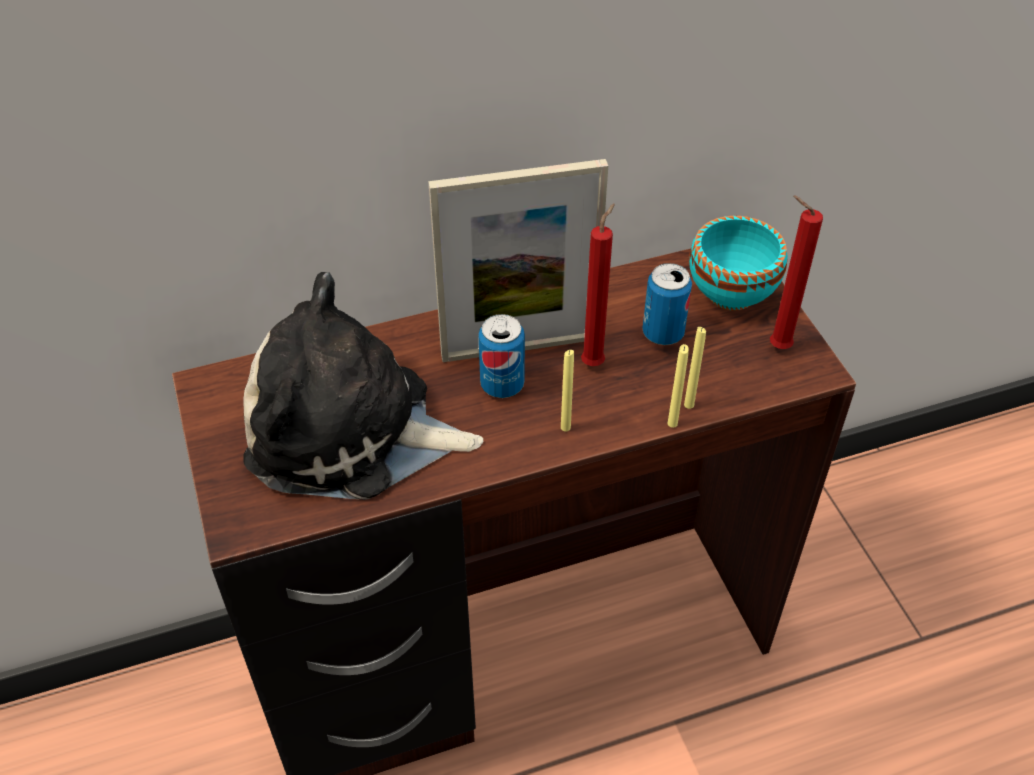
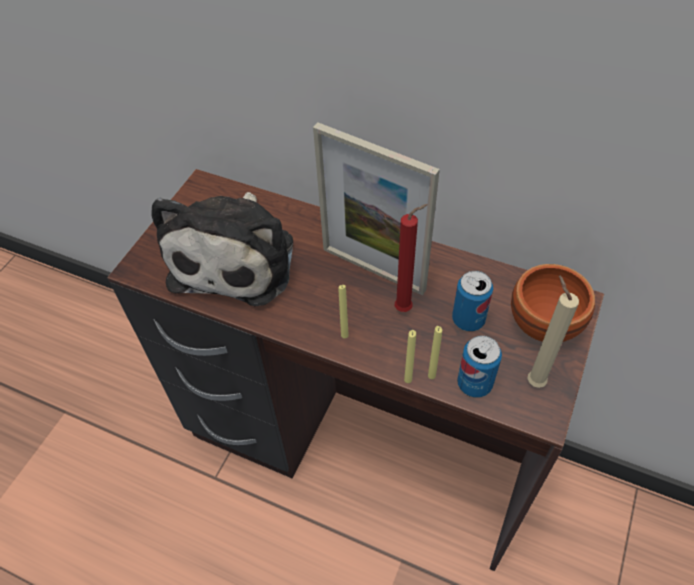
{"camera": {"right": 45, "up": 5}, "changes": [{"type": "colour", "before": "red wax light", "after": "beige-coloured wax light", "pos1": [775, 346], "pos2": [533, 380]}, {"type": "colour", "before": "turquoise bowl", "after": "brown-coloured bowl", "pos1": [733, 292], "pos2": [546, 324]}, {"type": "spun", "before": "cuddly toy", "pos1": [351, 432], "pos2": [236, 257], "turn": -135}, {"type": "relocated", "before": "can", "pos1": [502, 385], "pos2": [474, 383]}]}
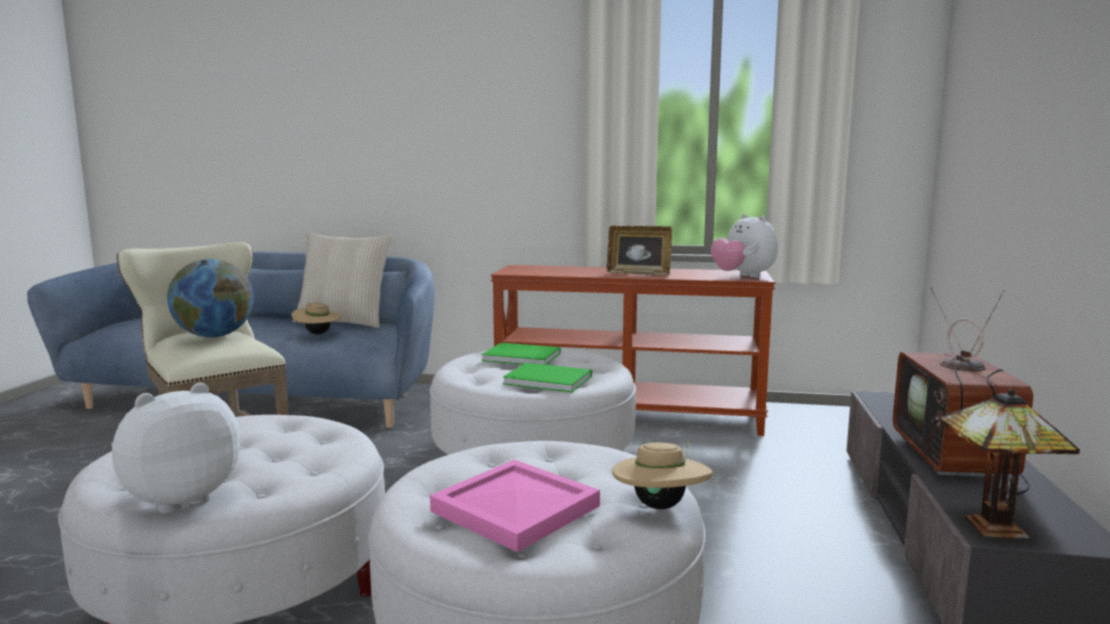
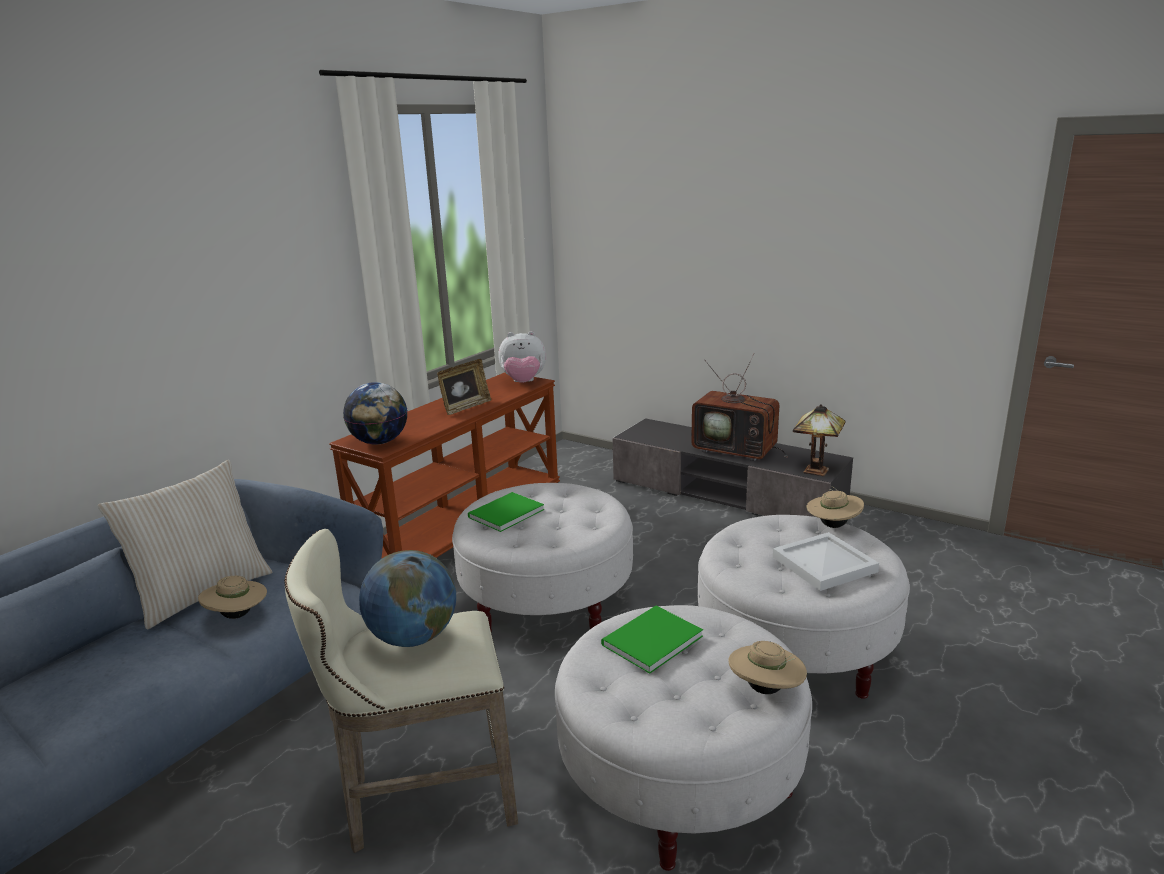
{"camera": {"right": -65, "up": 10}, "changes": [{"type": "relocated", "before": "greenish book", "pos1": [546, 379], "pos2": [649, 641]}, {"type": "exchanged", "before": "cuddly toy", "after": "beige-coloured clothing hat", "pos1": [179, 499], "pos2": [766, 689]}, {"type": "colour", "before": "pink-coloured tray", "after": "white tray", "pos1": [518, 508], "pos2": [824, 563]}, {"type": "appeared", "after": "globe", "pos2": [379, 442]}]}
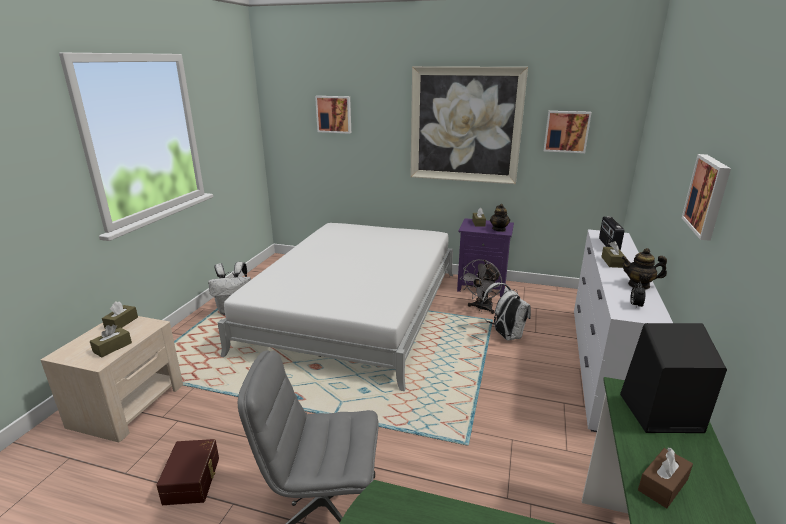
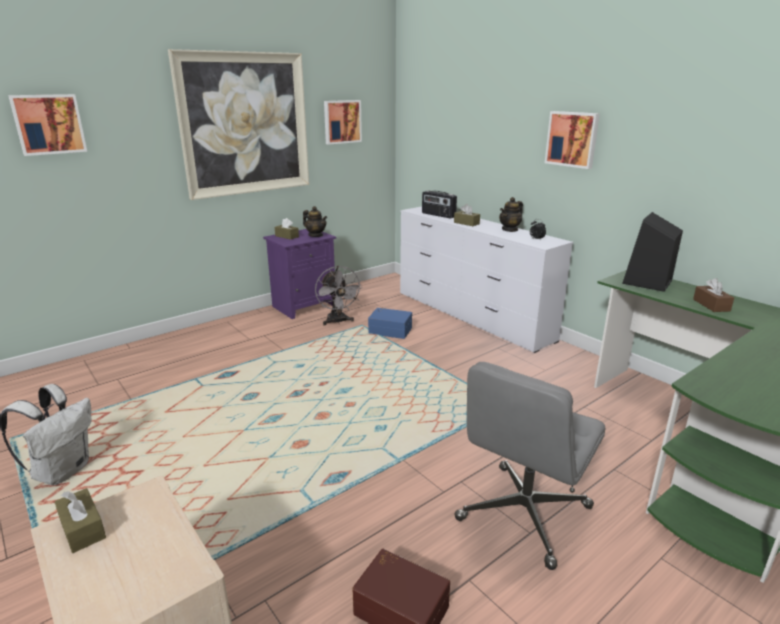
{"camera": {"right": -55, "up": 0}, "changes": [{"type": "missing", "before": "white bedroom bed", "pos1": [355, 309]}, {"type": "exchanged", "before": "white rucksack", "after": "bluish storage box", "pos1": [505, 335], "pos2": [390, 330]}, {"type": "missing", "before": "brown-coloured box of tissues", "pos1": [112, 347]}]}
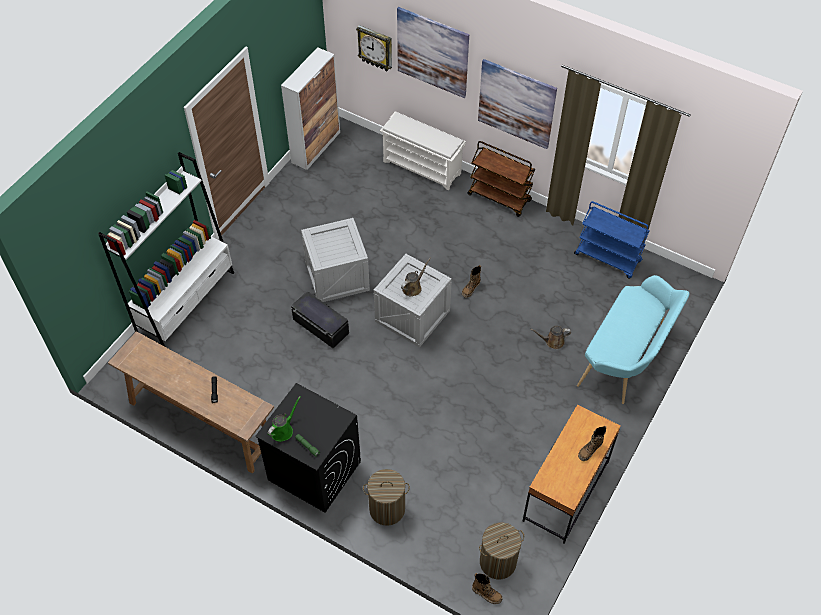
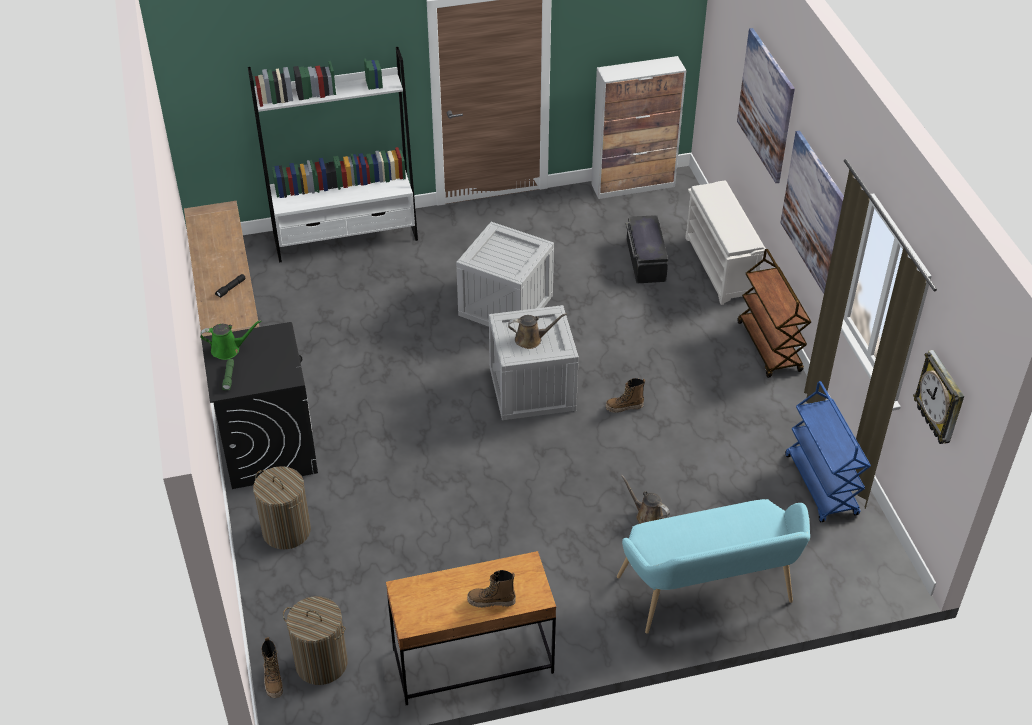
{"camera": {"right": 45, "up": -10}, "changes": [{"type": "relocated", "before": "wall clock", "pos1": [375, 48], "pos2": [941, 399]}, {"type": "relocated", "before": "blackish storage box", "pos1": [320, 327], "pos2": [645, 260]}]}
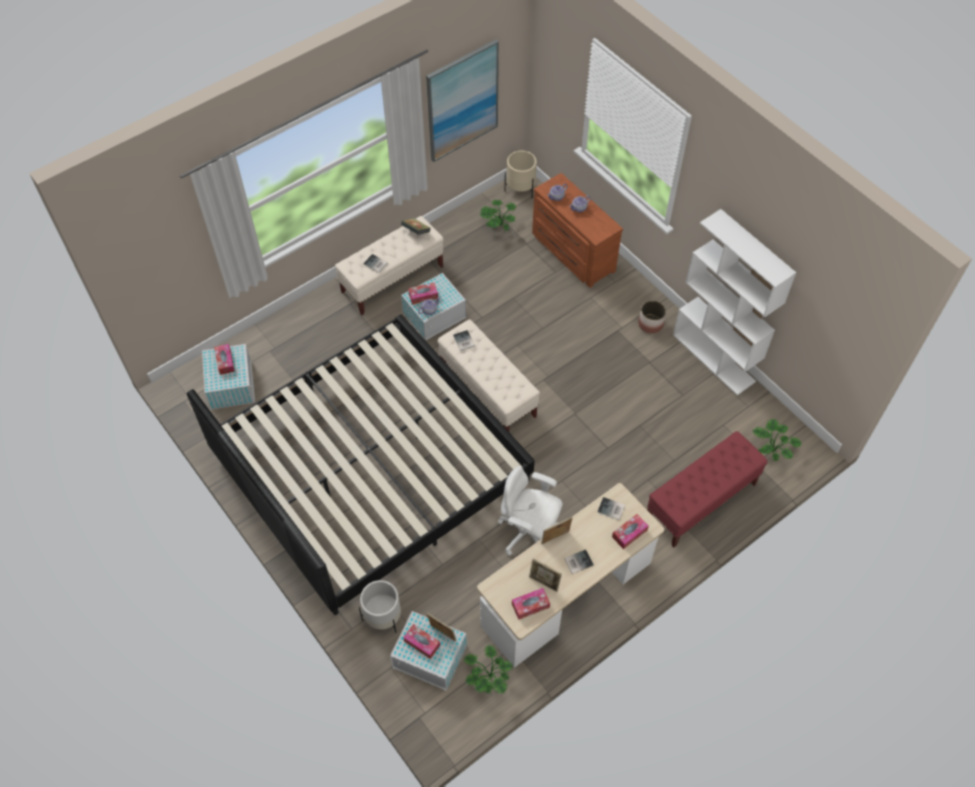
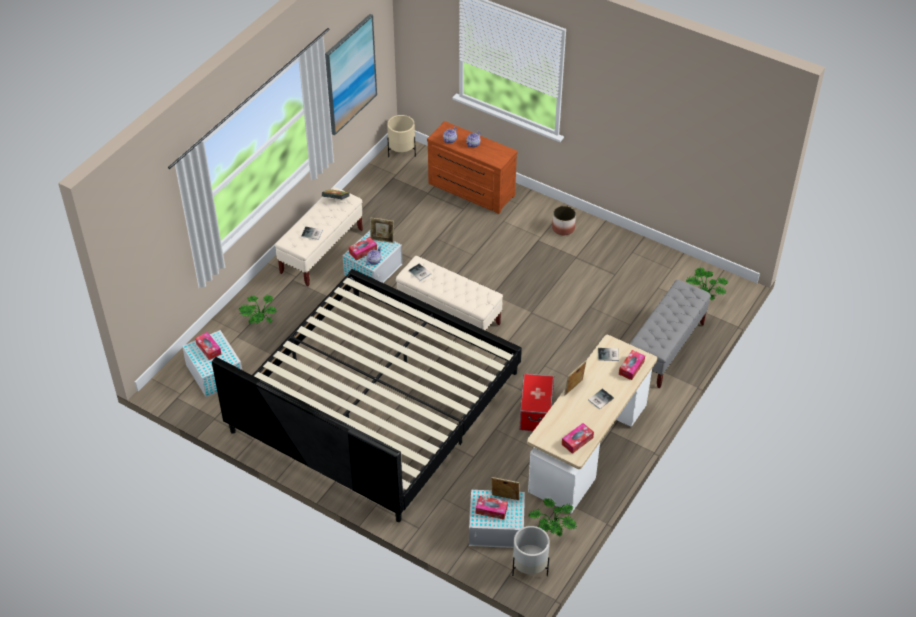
{"camera": {"right": -20, "up": -10}, "changes": [{"type": "relocated", "before": "houseplant", "pos1": [498, 225], "pos2": [259, 320]}, {"type": "missing", "before": "white bookcase", "pos1": [714, 358]}, {"type": "colour", "before": "red bench", "after": "grey bench", "pos1": [700, 501], "pos2": [665, 348]}, {"type": "exchanged", "before": "white computer chair", "after": "storage box", "pos1": [528, 533], "pos2": [535, 412]}, {"type": "relocated", "before": "standing frame", "pos1": [544, 583], "pos2": [382, 240]}, {"type": "relocated", "before": "white plant pot", "pos1": [383, 617], "pos2": [529, 567]}]}
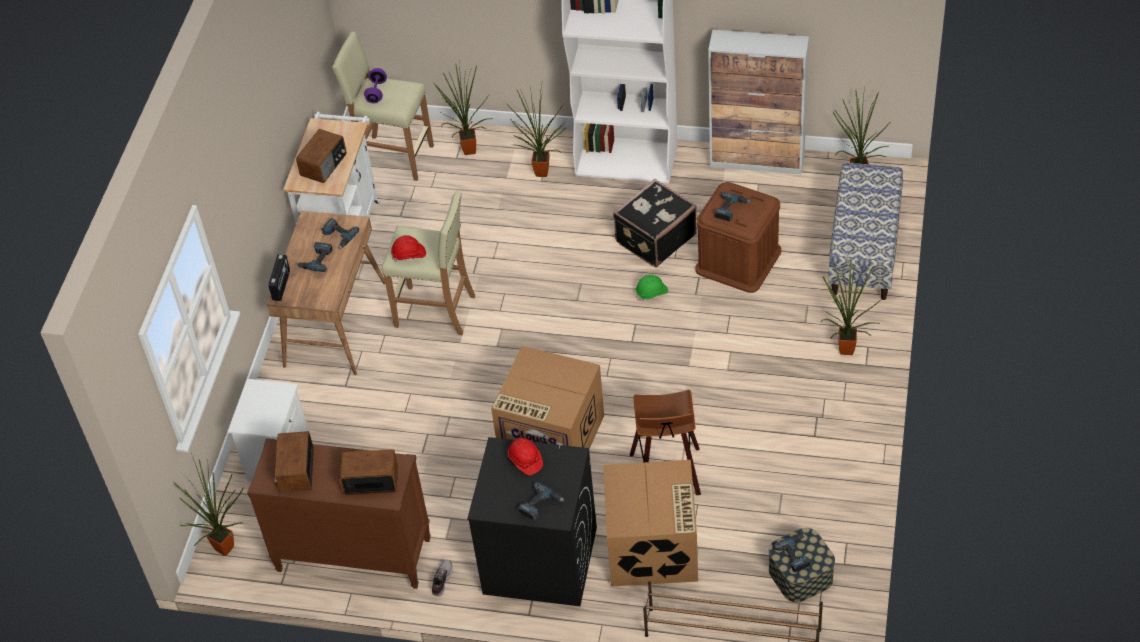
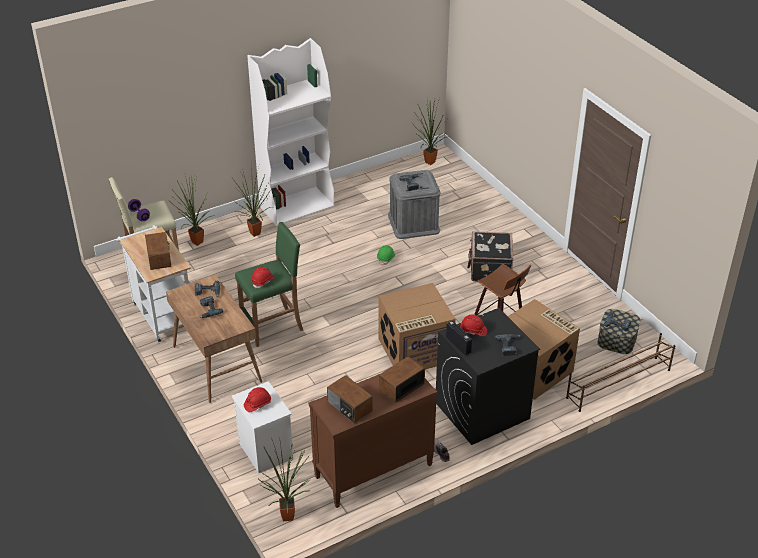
{"camera": {"right": -45, "up": -10}, "changes": [{"type": "missing", "before": "cupboard", "pos1": [757, 160]}, {"type": "missing", "before": "bench", "pos1": [864, 252]}, {"type": "relocated", "before": "blackish suitcase", "pos1": [654, 238], "pos2": [489, 269]}, {"type": "colour", "before": "brown-coloured storage box", "after": "grey storage box", "pos1": [738, 260], "pos2": [413, 223]}, {"type": "colour", "before": "beige-coloured stool seat", "after": "greenish stool seat", "pos1": [436, 311], "pos2": [273, 326]}, {"type": "relocated", "before": "radio receiver", "pos1": [282, 285], "pos2": [458, 345]}, {"type": "missing", "before": "houseplant", "pos1": [843, 349]}, {"type": "appeared", "after": "red hard hat", "pos2": [257, 404]}]}
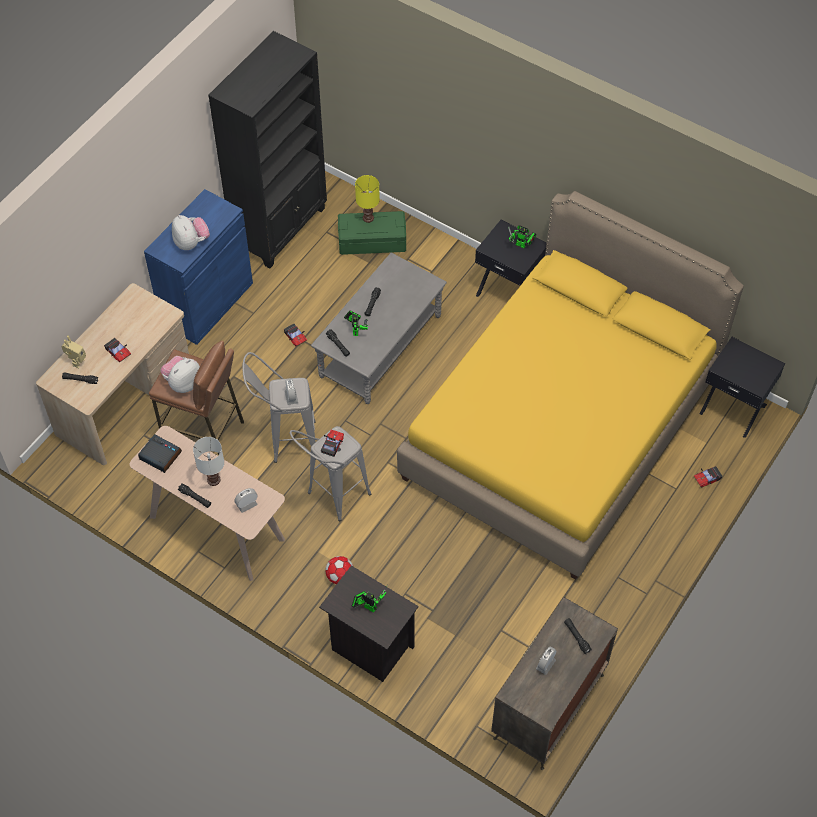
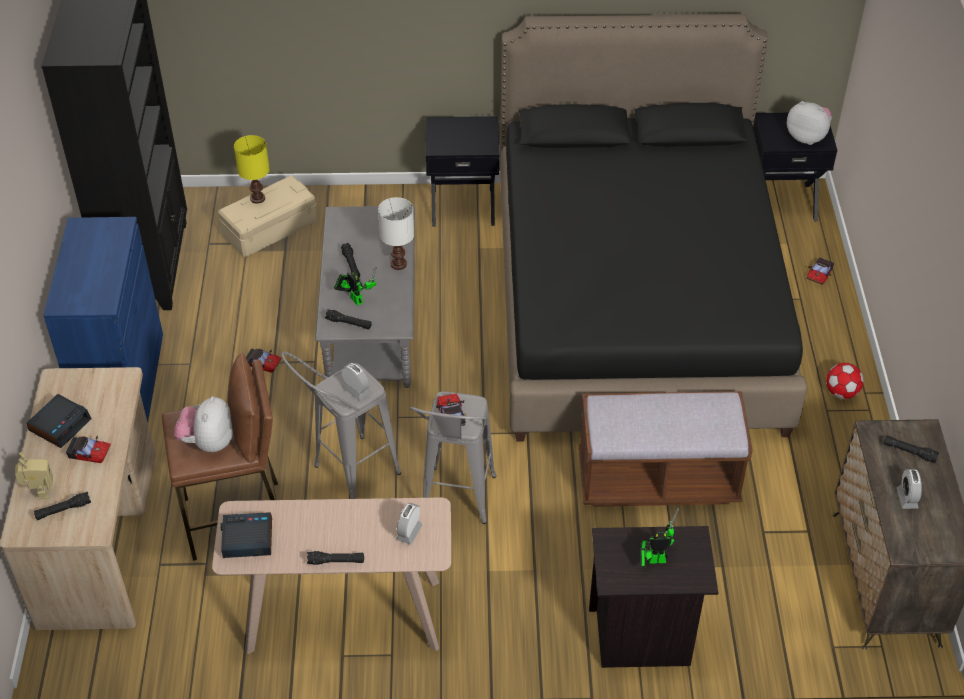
{"camera": {"right": -35, "up": -10}, "changes": [{"type": "colour", "before": "yellow-coloured bedroom bed", "after": "blackish bedroom bed", "pos1": [560, 427], "pos2": [635, 303]}, {"type": "colour", "before": "greenish storage box", "after": "beige-coloured storage box", "pos1": [372, 240], "pos2": [270, 228]}, {"type": "relocated", "before": "cuddly toy", "pos1": [191, 243], "pos2": [806, 137]}, {"type": "missing", "before": "robot figure", "pos1": [522, 245]}, {"type": "relocated", "before": "white lamp for a table", "pos1": [214, 480], "pos2": [399, 264]}, {"type": "relocated", "before": "ball for football", "pos1": [340, 576], "pos2": [841, 392]}, {"type": "appeared", "after": "brown-coloured bench", "pos2": [657, 480]}, {"type": "appeared", "after": "alarm clock", "pos2": [60, 424]}]}
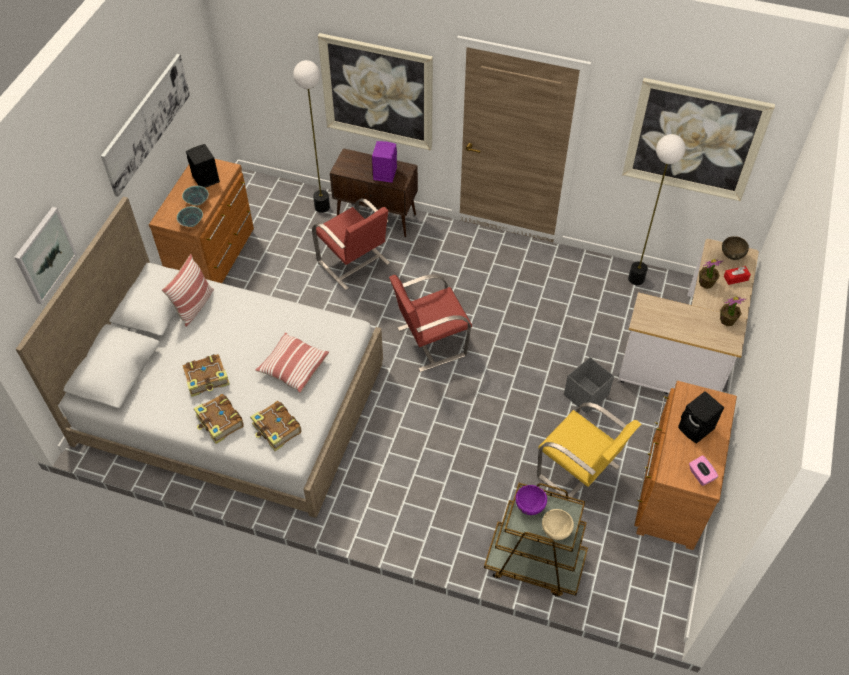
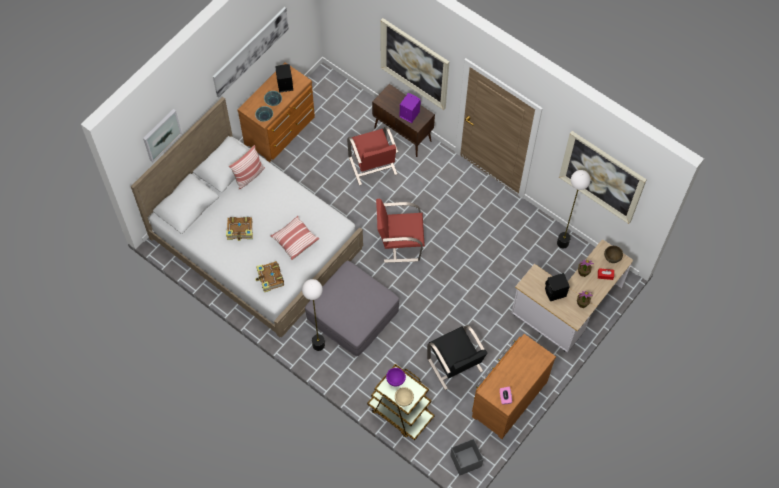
{"camera": {"right": 20, "up": 10}, "changes": [{"type": "relocated", "before": "standing lamp", "pos1": [322, 206], "pos2": [318, 345]}, {"type": "relocated", "before": "grey storage box", "pos1": [585, 395], "pos2": [465, 461]}, {"type": "relocated", "before": "blackish loudspeaker", "pos1": [696, 429], "pos2": [555, 293]}, {"type": "missing", "before": "book", "pos1": [219, 423]}, {"type": "colour", "before": "yellow-coloured upright chair", "after": "blackish upright chair", "pos1": [579, 473], "pos2": [455, 366]}, {"type": "appeared", "after": "grey footrest", "pos2": [352, 314]}]}
